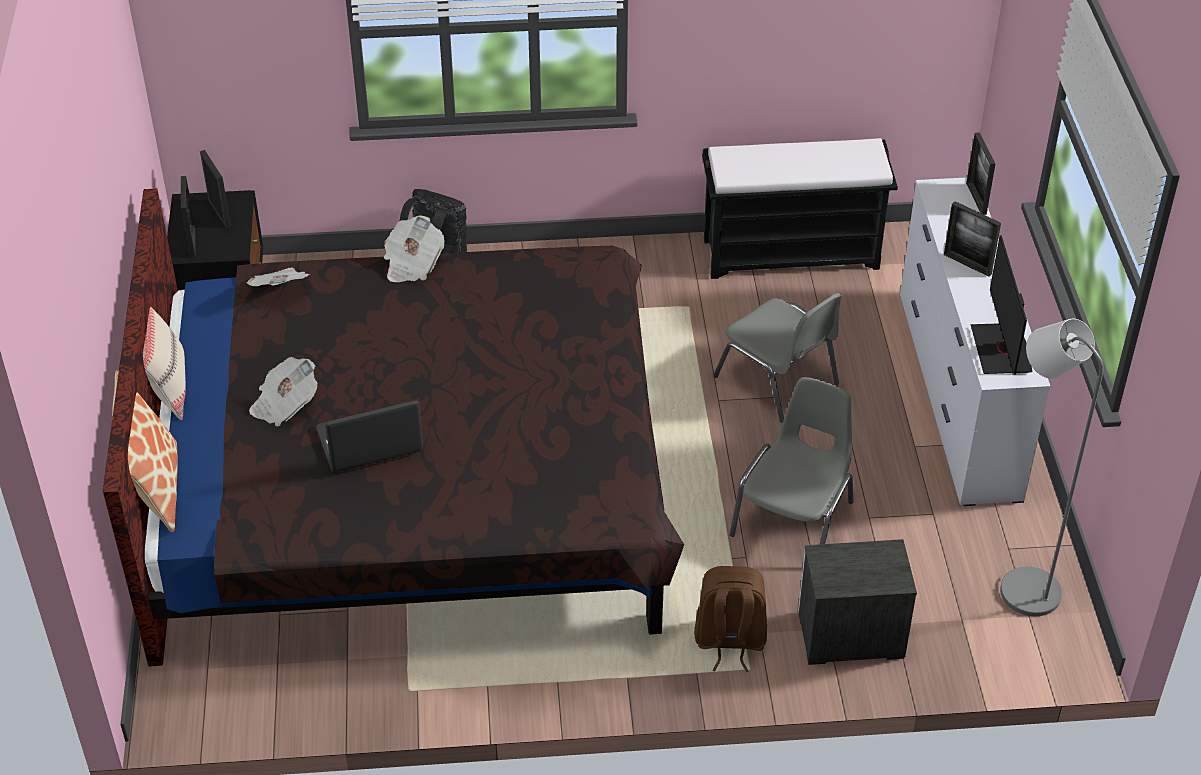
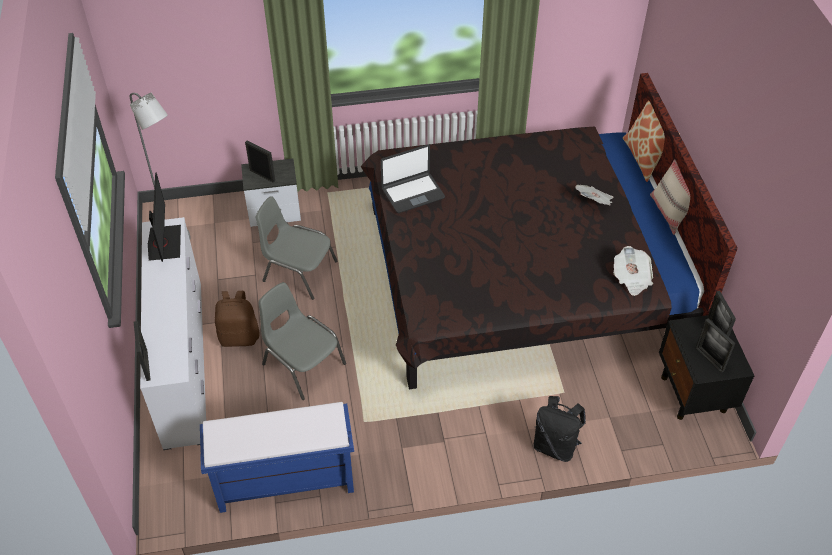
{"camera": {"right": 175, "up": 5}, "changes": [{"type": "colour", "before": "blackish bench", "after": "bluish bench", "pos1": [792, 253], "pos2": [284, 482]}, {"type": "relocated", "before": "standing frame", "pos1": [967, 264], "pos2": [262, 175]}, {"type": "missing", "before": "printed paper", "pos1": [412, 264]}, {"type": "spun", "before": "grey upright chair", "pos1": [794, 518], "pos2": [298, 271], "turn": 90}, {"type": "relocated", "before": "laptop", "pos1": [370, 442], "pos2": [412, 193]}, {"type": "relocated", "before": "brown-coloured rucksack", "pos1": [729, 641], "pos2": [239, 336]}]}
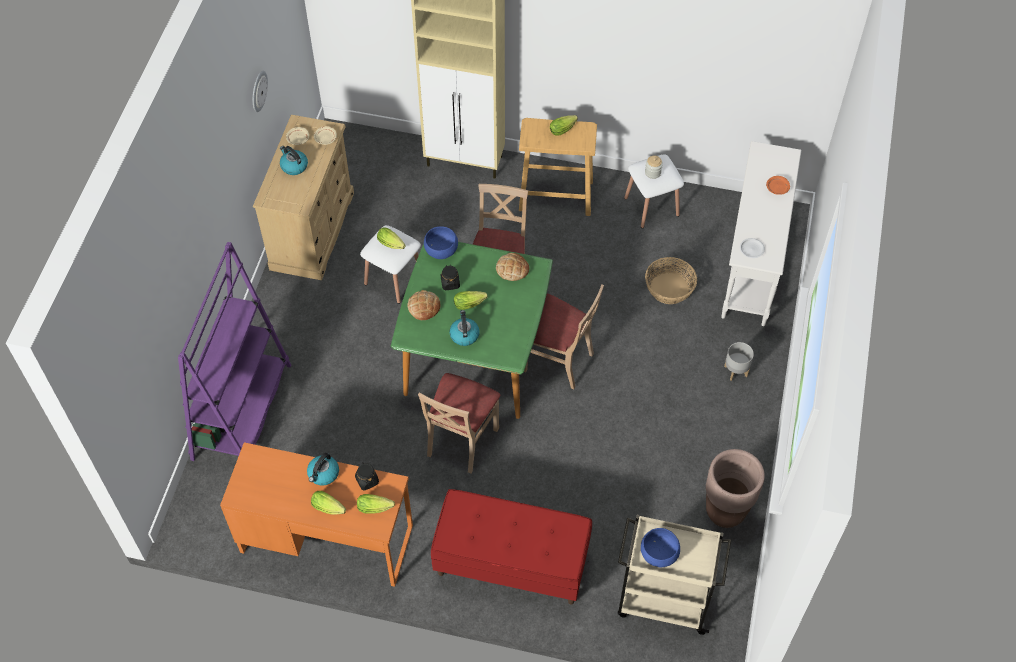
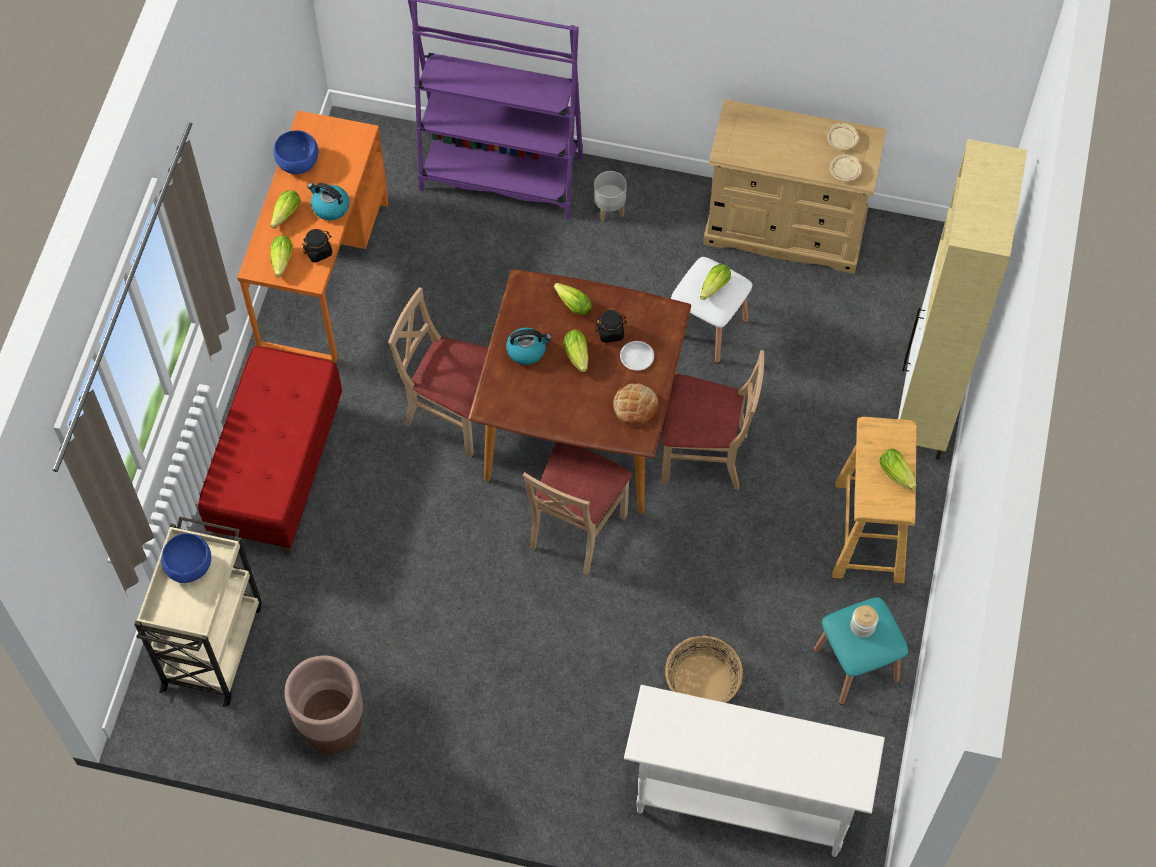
{"camera": {"right": 90, "up": 5}, "changes": [{"type": "missing", "before": "wall clock", "pos1": [258, 91]}, {"type": "missing", "before": "water kettle", "pos1": [294, 166]}, {"type": "colour", "before": "white stool seat", "after": "turquoise stool seat", "pos1": [651, 206], "pos2": [855, 665]}, {"type": "missing", "before": "orangey flat dish", "pos1": [777, 188]}, {"type": "relocated", "before": "bluish bowl", "pos1": [441, 250], "pos2": [298, 162]}, {"type": "relocated", "before": "white flat dish", "pos1": [751, 249], "pos2": [637, 357]}, {"type": "colour", "before": "greenish dining table", "after": "brown-coloured dining table", "pos1": [475, 358], "pos2": [580, 427]}, {"type": "exchanged", "before": "bakery bread", "after": "lettuce head", "pos1": [424, 307], "pos2": [571, 303]}, {"type": "relocated", "before": "grey plant pot", "pos1": [735, 370], "pos2": [610, 209]}]}
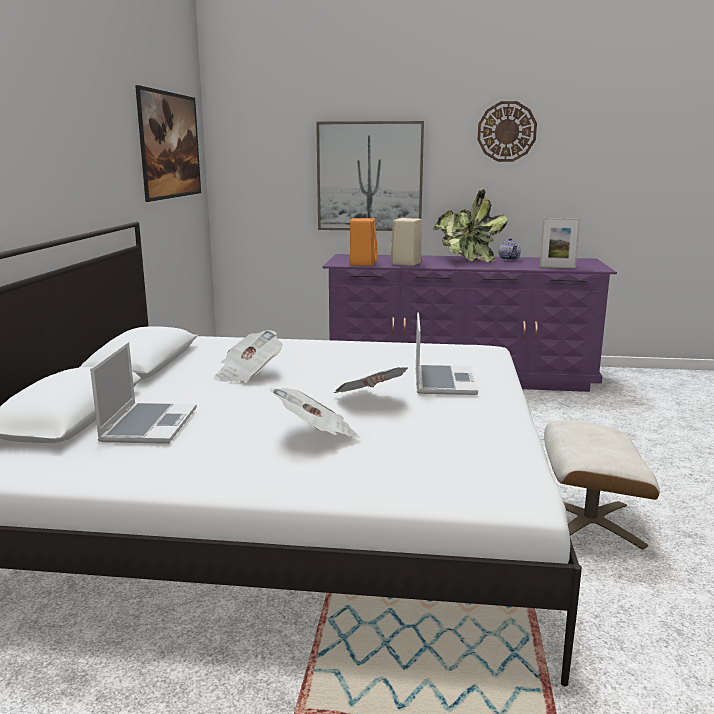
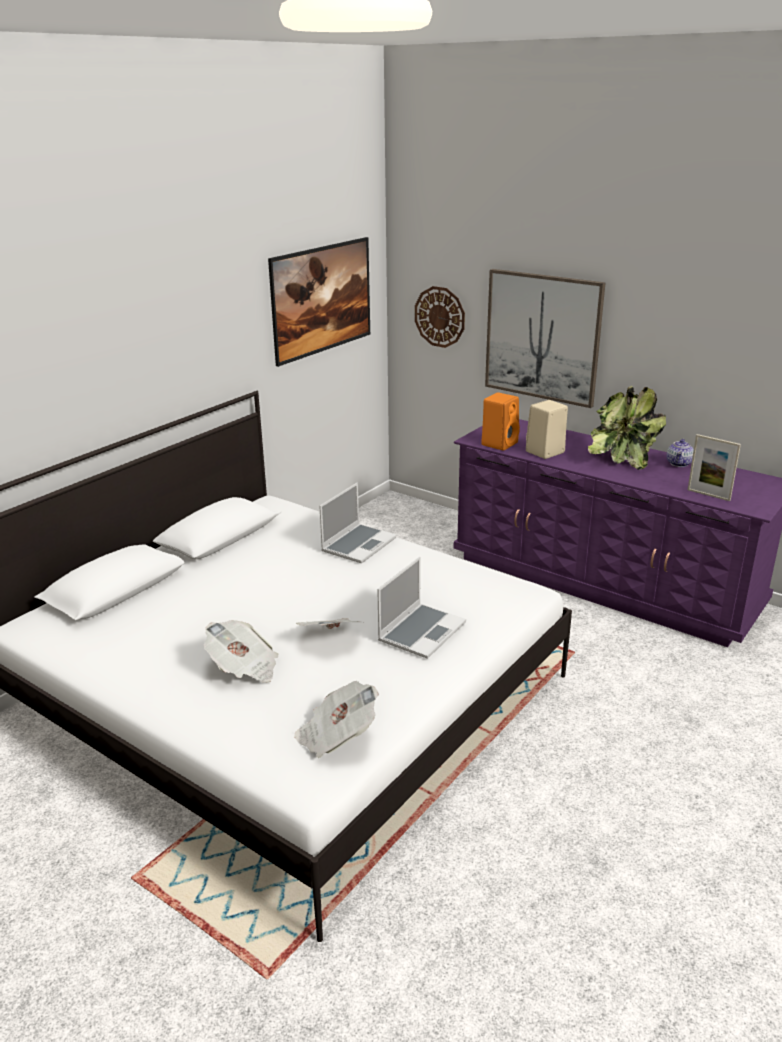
{"camera": {"right": 30, "up": 10}, "changes": [{"type": "relocated", "before": "wall clock", "pos1": [506, 131], "pos2": [440, 317]}, {"type": "relocated", "before": "printed paper", "pos1": [248, 374], "pos2": [336, 736]}, {"type": "relocated", "before": "laptop", "pos1": [148, 425], "pos2": [358, 544]}, {"type": "missing", "before": "beige-coloured footrest", "pos1": [589, 522]}]}
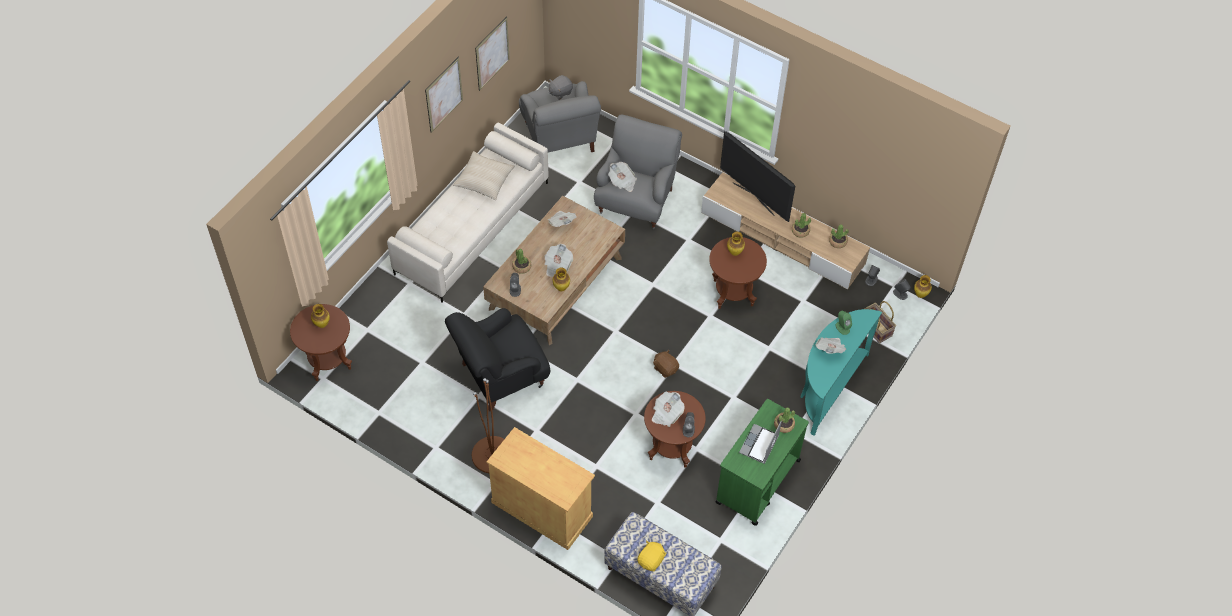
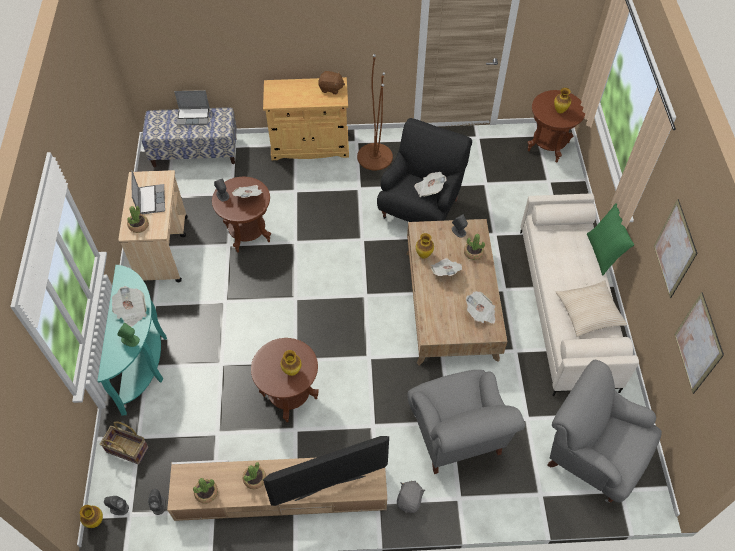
{"camera": {"right": 145, "up": 0}, "changes": [{"type": "relocated", "before": "grey cuddly toy", "pos1": [560, 92], "pos2": [410, 500]}, {"type": "spun", "before": "TV", "pos1": [754, 198], "pos2": [330, 487], "turn": 150}, {"type": "relocated", "before": "printed paper", "pos1": [622, 182], "pos2": [429, 189]}, {"type": "relocated", "before": "brown-coloured cuddly toy", "pos1": [665, 368], "pos2": [331, 88]}, {"type": "colour", "before": "greenish wheeled cart", "after": "beige-coloured wheeled cart", "pos1": [757, 482], "pos2": [163, 249]}, {"type": "exchanged", "before": "yellow-coloured cuddly toy", "after": "laptop", "pos1": [651, 560], "pos2": [194, 116]}, {"type": "appeared", "after": "greenish pillow", "pos2": [603, 253]}]}
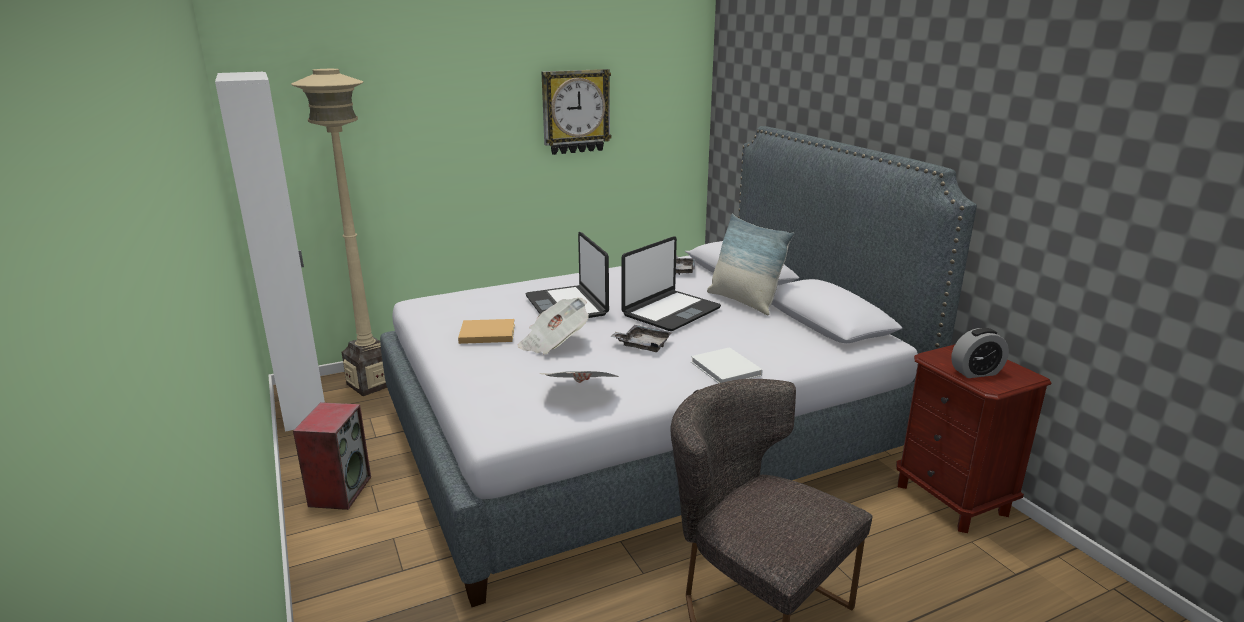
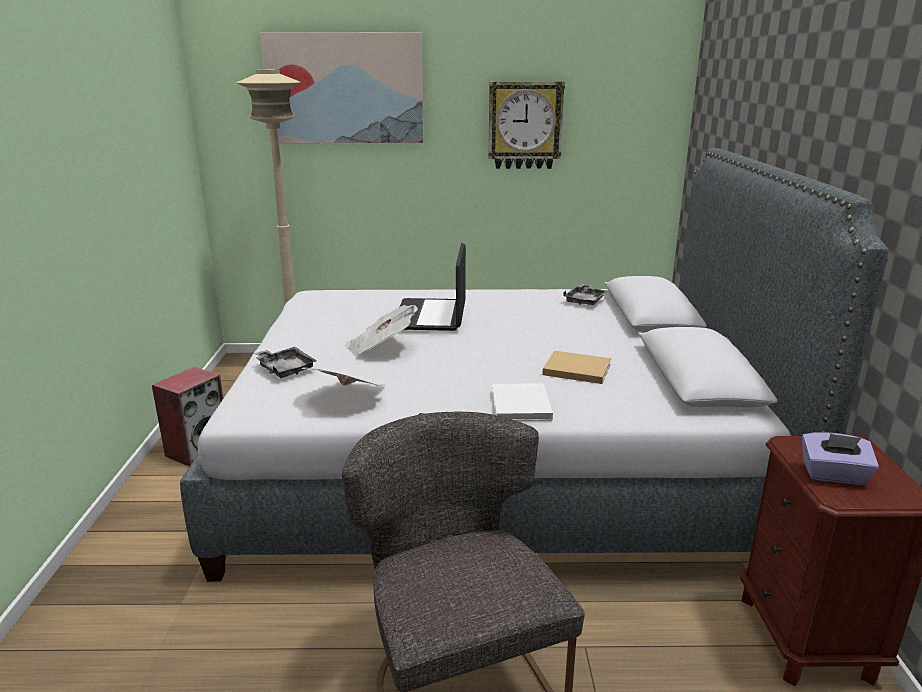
{"camera": {"right": 25, "up": 0}, "changes": [{"type": "missing", "before": "white armoire", "pos1": [304, 406]}, {"type": "missing", "before": "pillow", "pos1": [743, 301]}, {"type": "missing", "before": "laptop", "pos1": [670, 311]}, {"type": "relocated", "before": "beige-coloured book", "pos1": [485, 333], "pos2": [574, 369]}, {"type": "relocated", "before": "grey tray", "pos1": [643, 345], "pos2": [285, 369]}, {"type": "exchanged", "before": "alarm clock", "after": "purplish box of tissues", "pos1": [976, 372], "pos2": [833, 475]}, {"type": "appeared", "after": "picture", "pos2": [345, 89]}]}
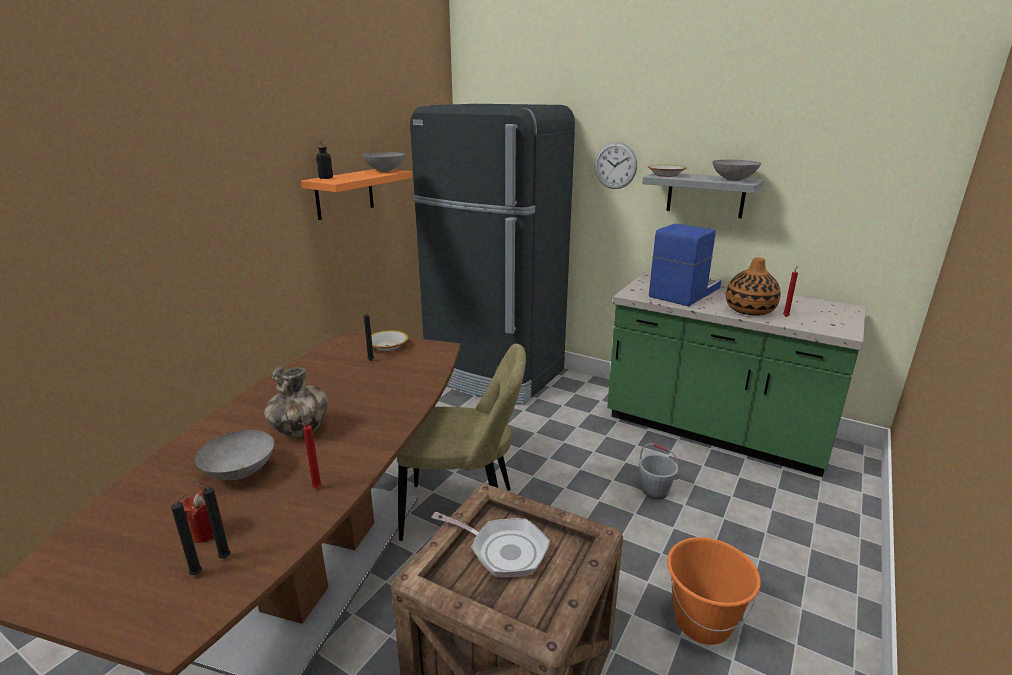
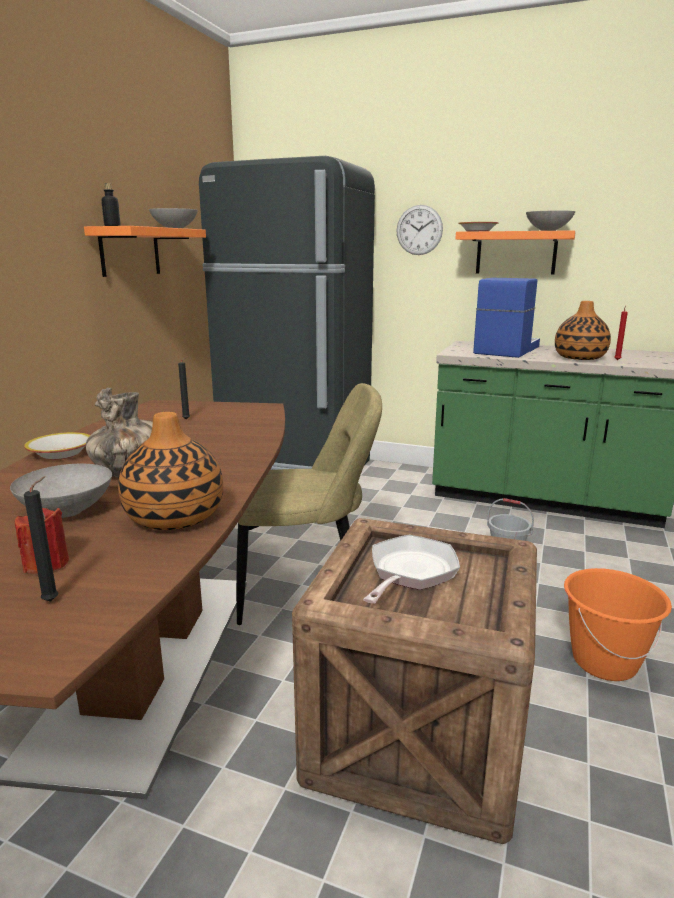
{"camera": {"right": -10, "up": -5}, "changes": [{"type": "colour", "before": "grey wall shelf", "after": "orangey wall shelf", "pos1": [705, 194], "pos2": [516, 253]}, {"type": "relocated", "before": "bowl", "pos1": [387, 346], "pos2": [60, 454]}, {"type": "exchanged", "before": "red wax light", "after": "vase", "pos1": [315, 488], "pos2": [174, 517]}, {"type": "missing", "before": "blackish wax light", "pos1": [223, 558]}, {"type": "spun", "before": "skillet", "pos1": [503, 550], "pos2": [410, 573], "turn": -75}]}
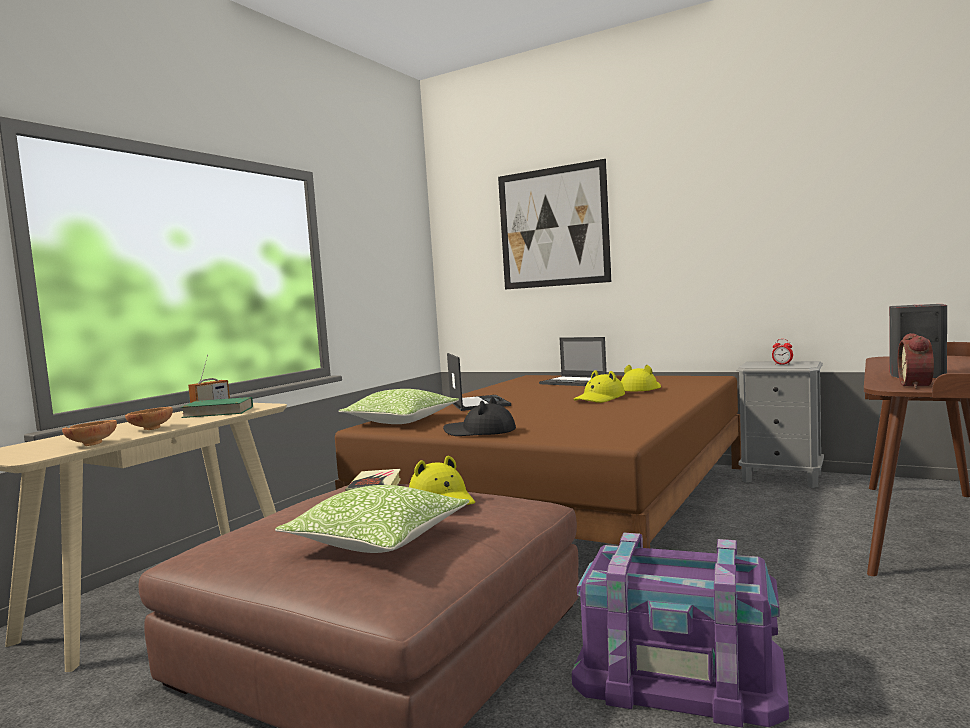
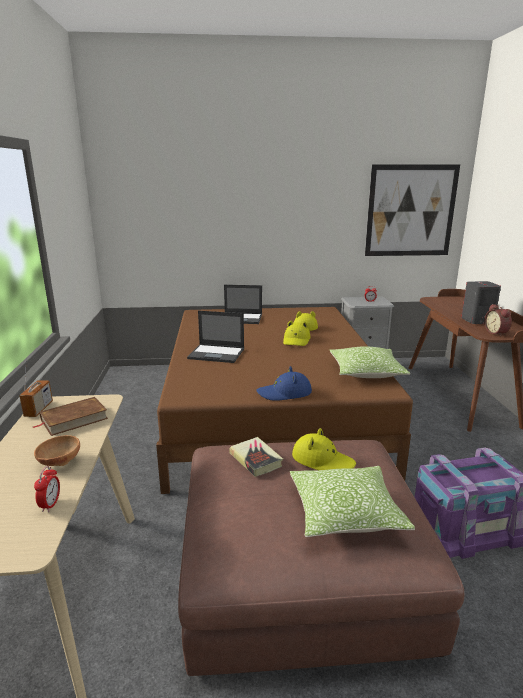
{"camera": {"right": -35, "up": 15}, "changes": [{"type": "relocated", "before": "picture", "pos1": [553, 227], "pos2": [410, 211]}, {"type": "spun", "before": "laptop", "pos1": [478, 403], "pos2": [217, 354], "turn": 150}, {"type": "relocated", "before": "pillow", "pos1": [401, 421], "pos2": [366, 372]}, {"type": "colour", "before": "greenish book", "after": "brown-coloured book", "pos1": [218, 412], "pos2": [74, 419]}, {"type": "colour", "before": "blackish clothing hat", "after": "bluish clothing hat", "pos1": [480, 432], "pos2": [284, 393]}, {"type": "exchanged", "before": "brown-coloured bowl", "after": "alarm clock", "pos1": [92, 444], "pos2": [50, 504]}]}
